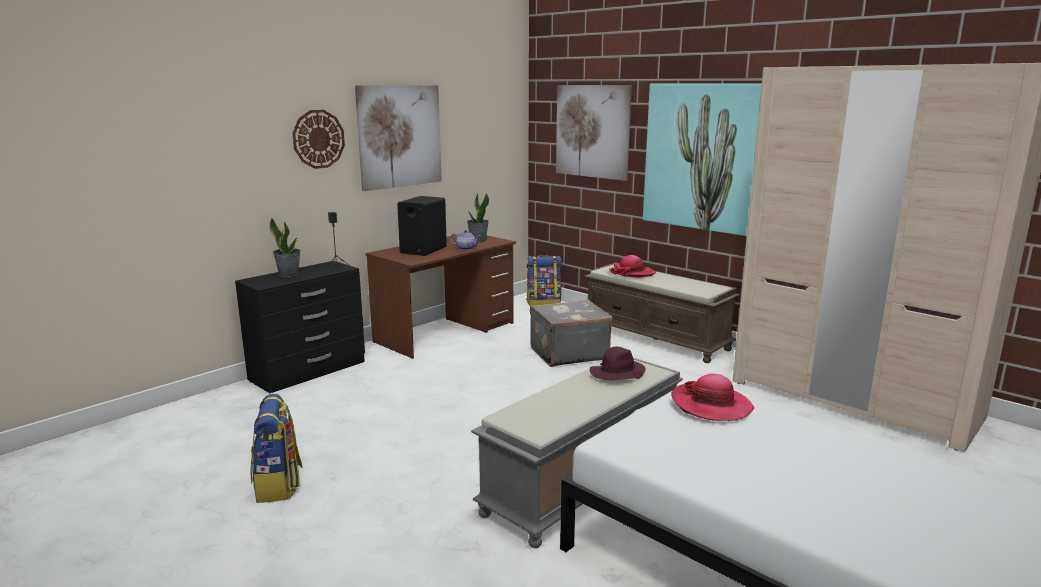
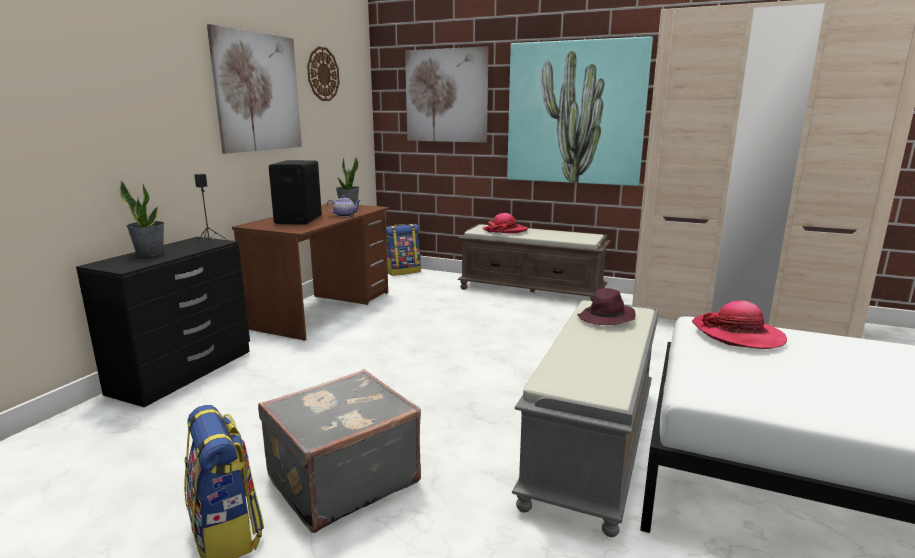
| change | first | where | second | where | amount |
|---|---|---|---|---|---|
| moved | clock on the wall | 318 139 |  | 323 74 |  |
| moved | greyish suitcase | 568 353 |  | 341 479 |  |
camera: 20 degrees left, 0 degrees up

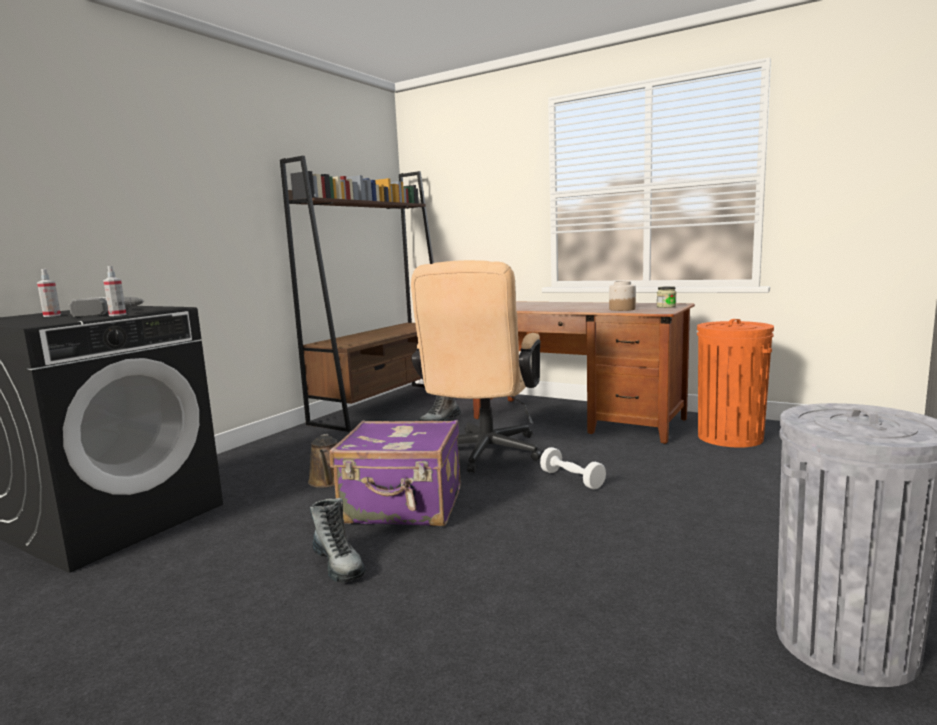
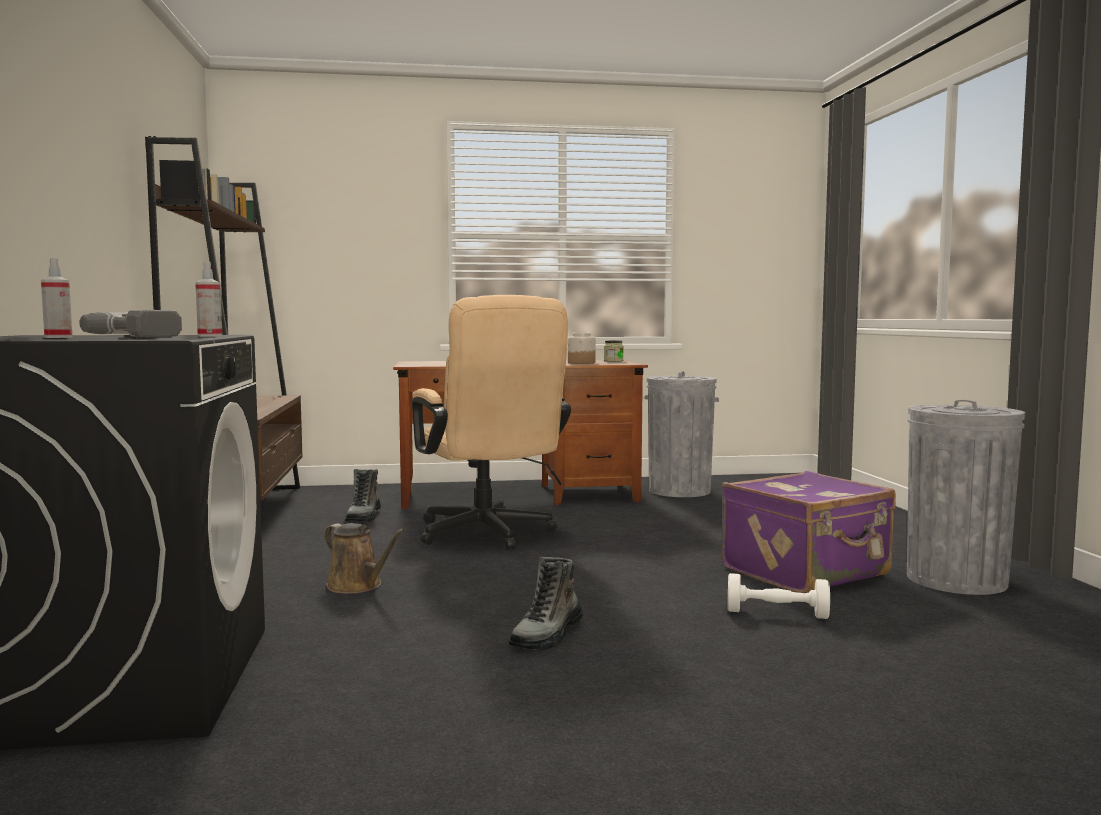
| change | first | where | second | where | amount |
|---|---|---|---|---|---|
| moved | purplish suitcase | 403 507 |  | 807 572 |  |
| moved | whitish free weight | 572 479 |  | 777 614 |  |
| recoloured | orange-coloured waste bin | 729 437 | greyish waste bin | 679 491 |  |
| turned | tall boot | 338 564 |  | 547 635 | 105 degrees clockwise |
camera: 40 degrees left, 5 degrees down

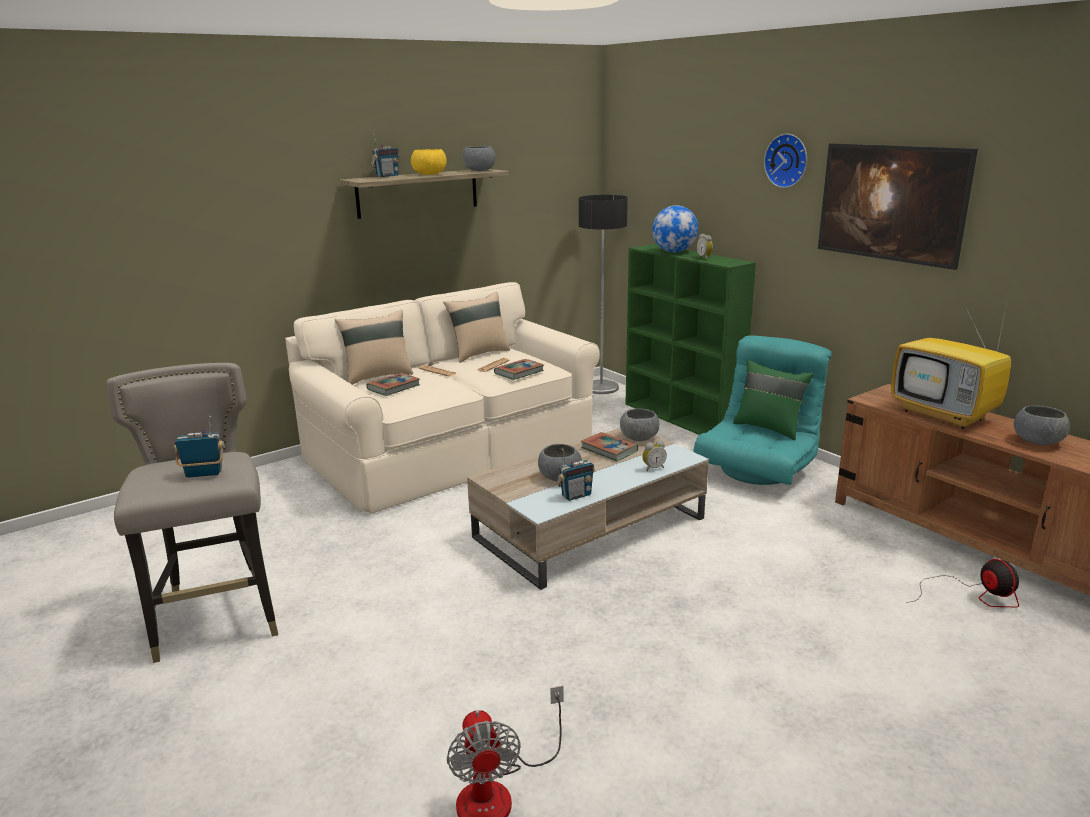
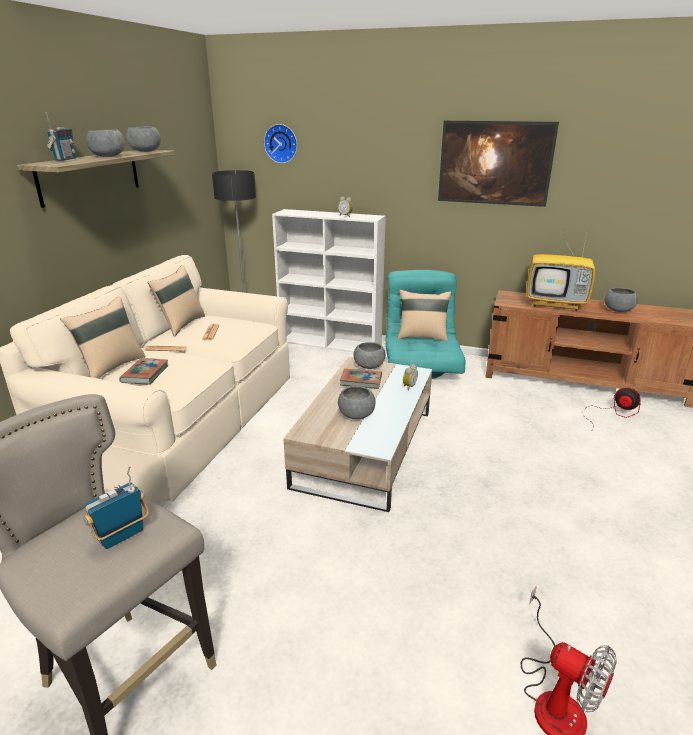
| change | first | where | second | where | amount |
|---|---|---|---|---|---|
| removed | bound book | 519 372 |  |  |  |
| removed | radio receiver | 576 495 |  |  |  |
| removed | desk globe | 674 252 |  |  |  |
| moved | clock on the wall | 788 160 |  | 281 143 |  |
| recoloured | yellow-coloured bowl | 429 174 | greyish bowl | 108 156 |  |
| recoloured | green-coloured shelving unit | 682 418 | whitish shelving unit | 331 343 |  |
| recoloured | green-coloured throw pillow | 769 428 | beige throw pillow | 422 336 |  |
camera: 35 degrees left, 5 degrees up

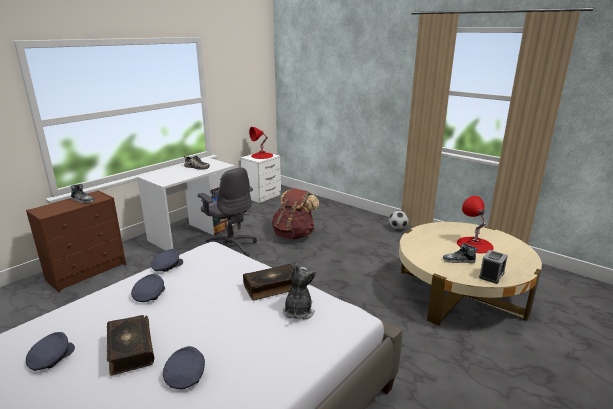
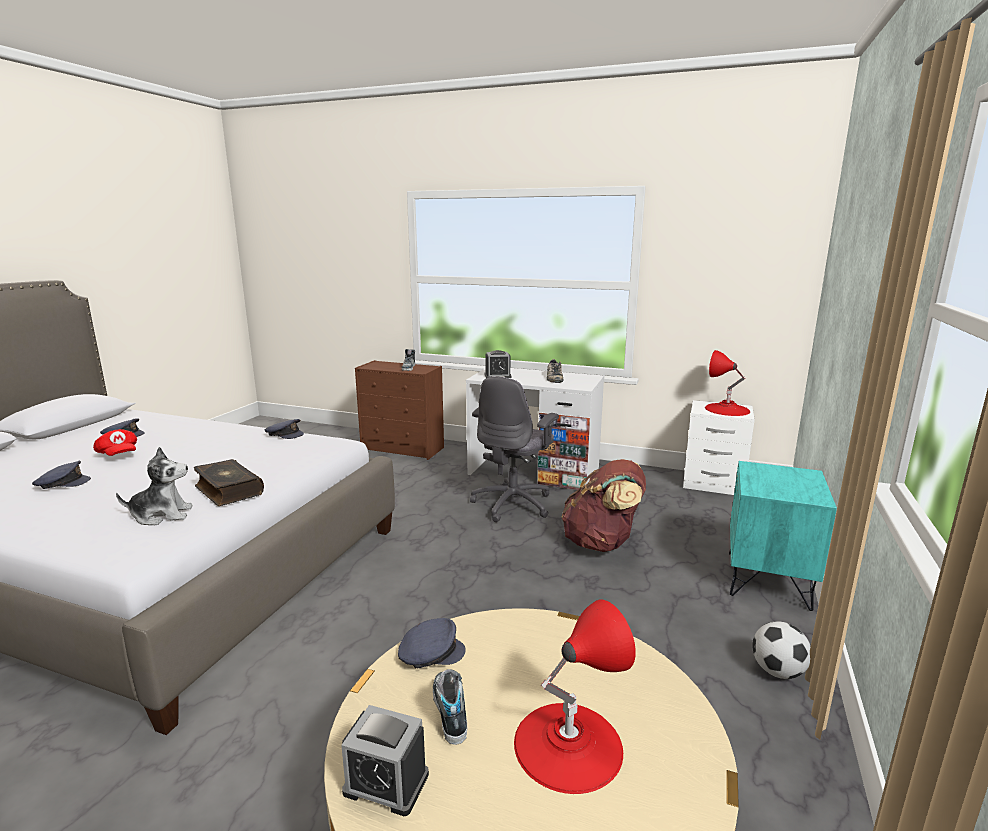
| change | first | where | second | where | amount |
|---|---|---|---|---|---|
| added |  |  | bedside clock | 497 376 |  |
| added |  |  | turquoise night table | 768 580 |  |
| moved | greyish peaked cap | 149 294 |  | 430 653 |  |
| replaced | bound book | 130 350 | reddish peaked cap | 118 455 |  |
camera: 70 degrees right, 5 degrees down

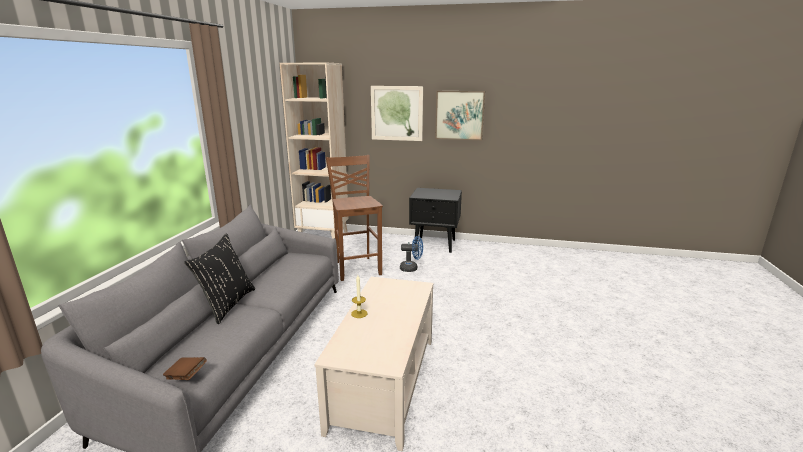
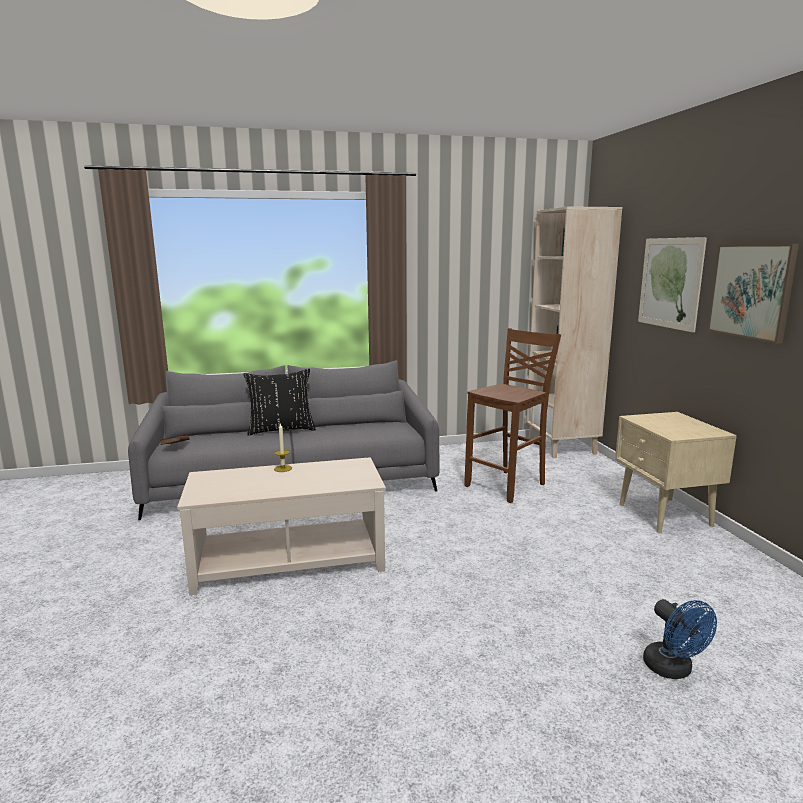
| change | first | where | second | where | amount |
|---|---|---|---|---|---|
| moved | bluish cooling fan | 411 268 |  | 673 670 |  |
| recoloured | black night table | 435 244 | beige night table | 664 515 |  |
camera: 65 degrees right, 5 degrees down

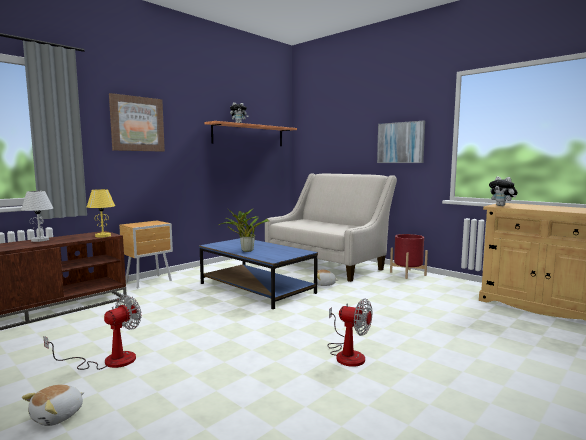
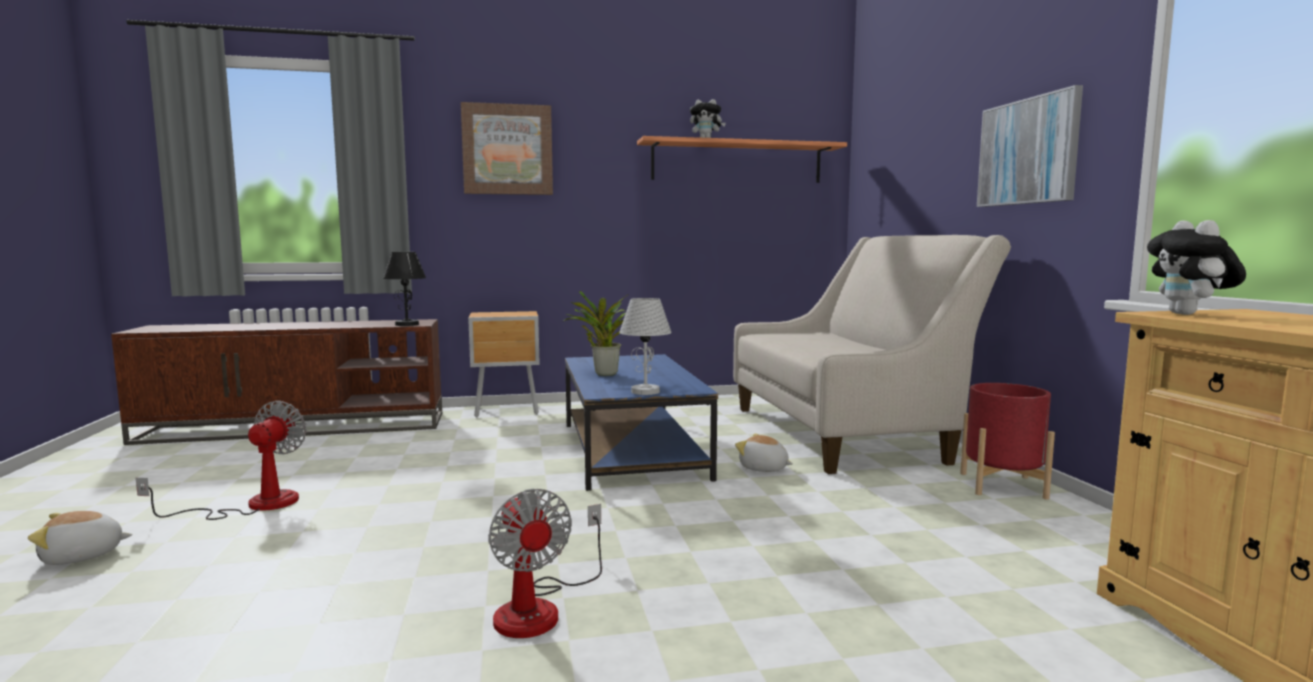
| change | first | where | second | where | amount |
|---|---|---|---|---|---|
| moved | whitish tabletop lamp | 40 240 |  | 645 391 |  |
| recoloured | yellow-coloured tabletop lamp | 102 236 | black tabletop lamp | 406 324 |  |
| turned | cooling fan | 108 361 |  | 253 505 | 60 degrees counterclockwise |
camera: 35 degrees right, 0 degrees up

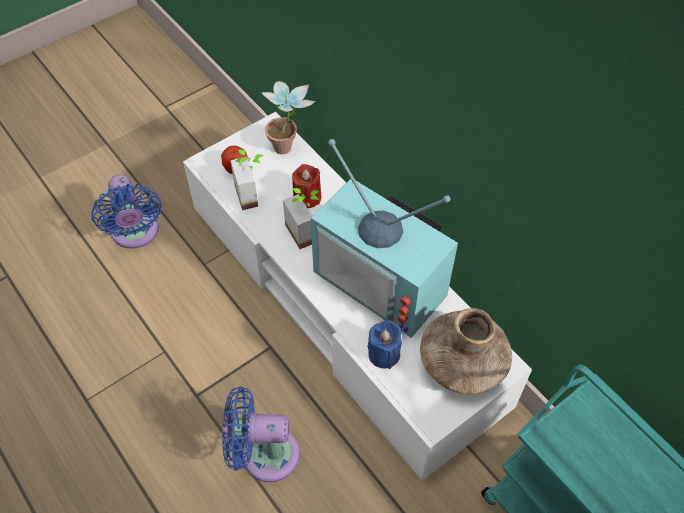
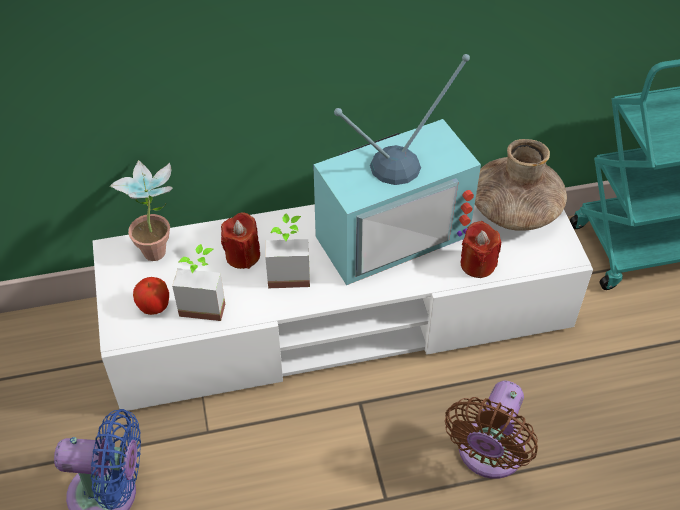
| change | first | where | second | where | amount |
|---|---|---|---|---|---|
| recoloured | bluish cooling fan | 264 454 | brownish cooling fan | 488 455 |  |
| recoloured | bluish candle | 384 354 | reddish candle | 477 264 |  |
camera: 65 degrees left, 5 degrees down

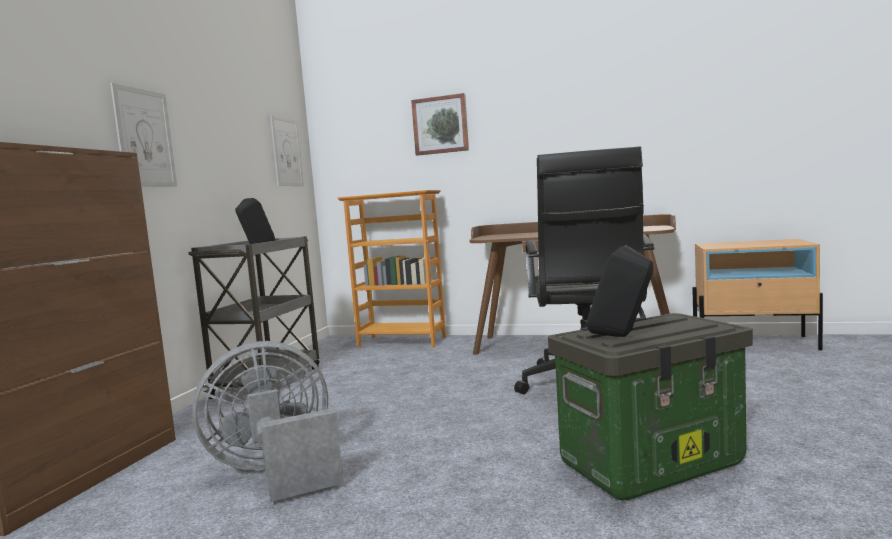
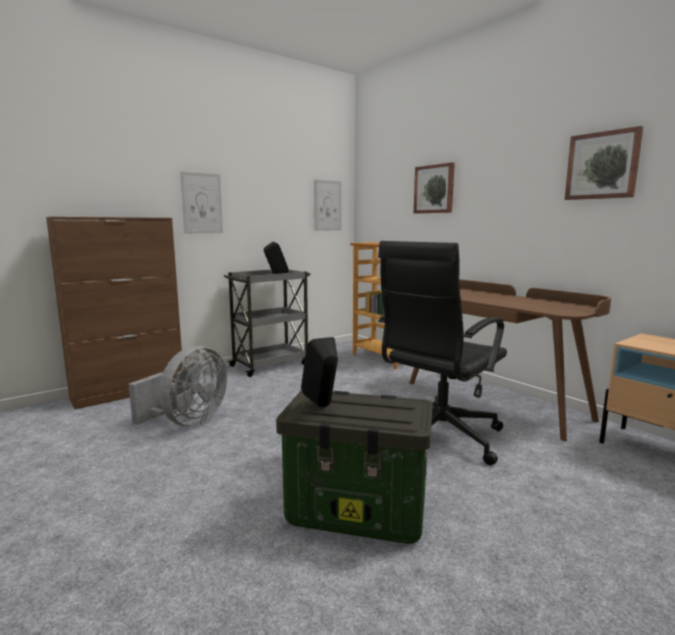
| change | first | where | second | where | amount |
|---|---|---|---|---|---|
| added |  |  | wall art | 602 165 |  |
| turned | greyish cooling fan | 276 472 |  | 187 422 | 105 degrees clockwise |
camera: 35 degrees right, 5 degrees up

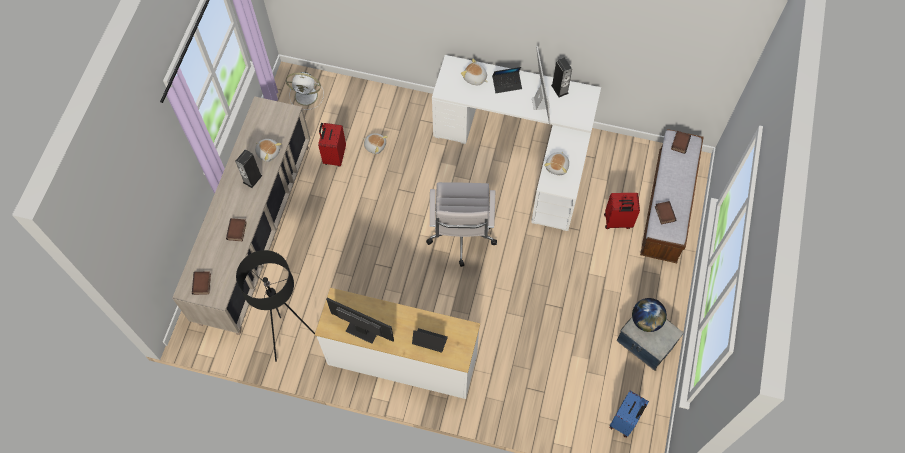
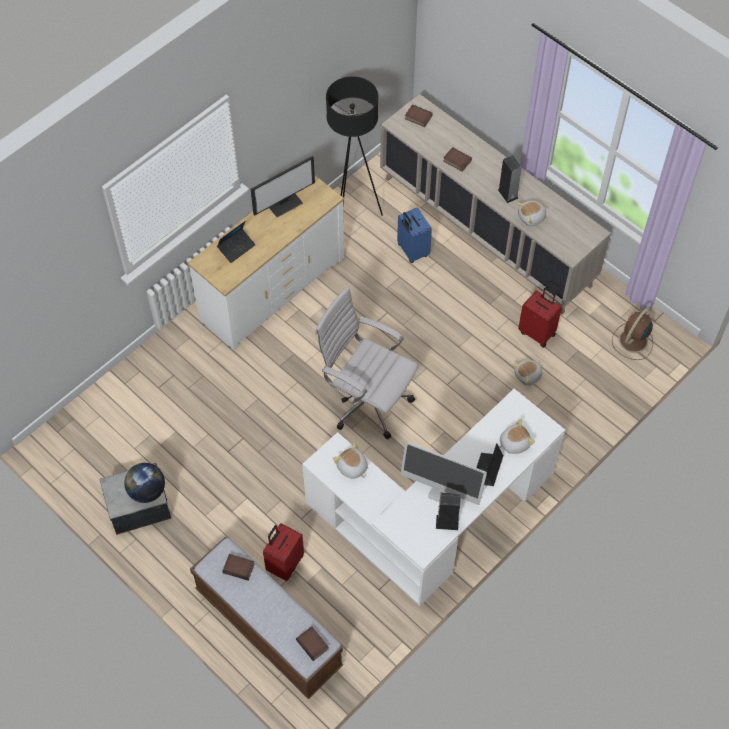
| change | first | where | second | where | amount |
|---|---|---|---|---|---|
| moved | bluish suitcase | 625 421 |  | 412 251 |  |
| recoloured | whitish cooling fan | 307 96 | brownish cooling fan | 632 341 |  |
camera: 120 degrees right, 5 degrees down

